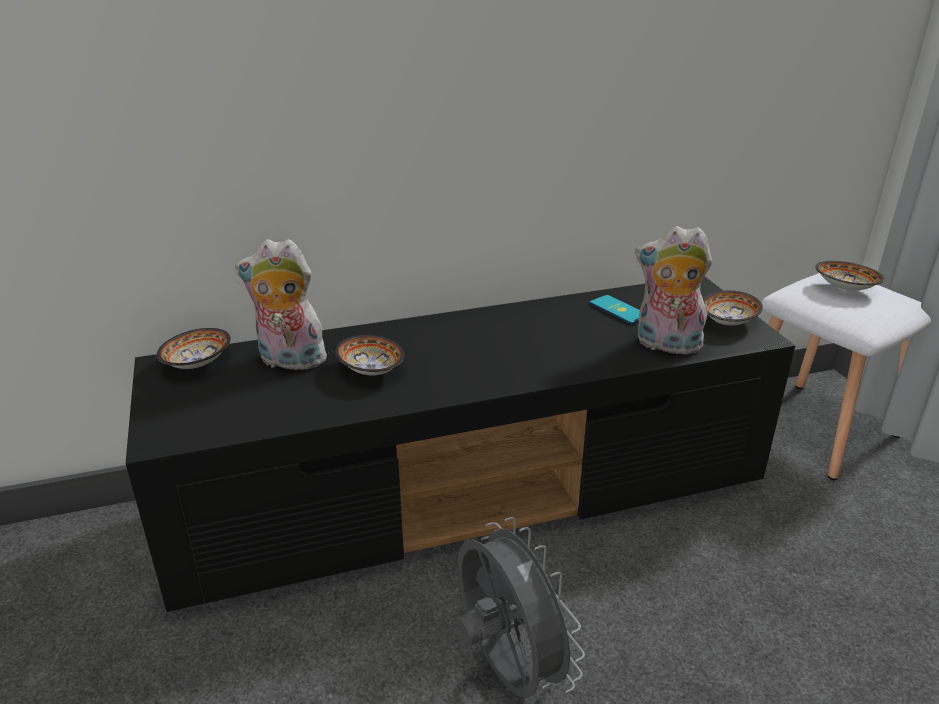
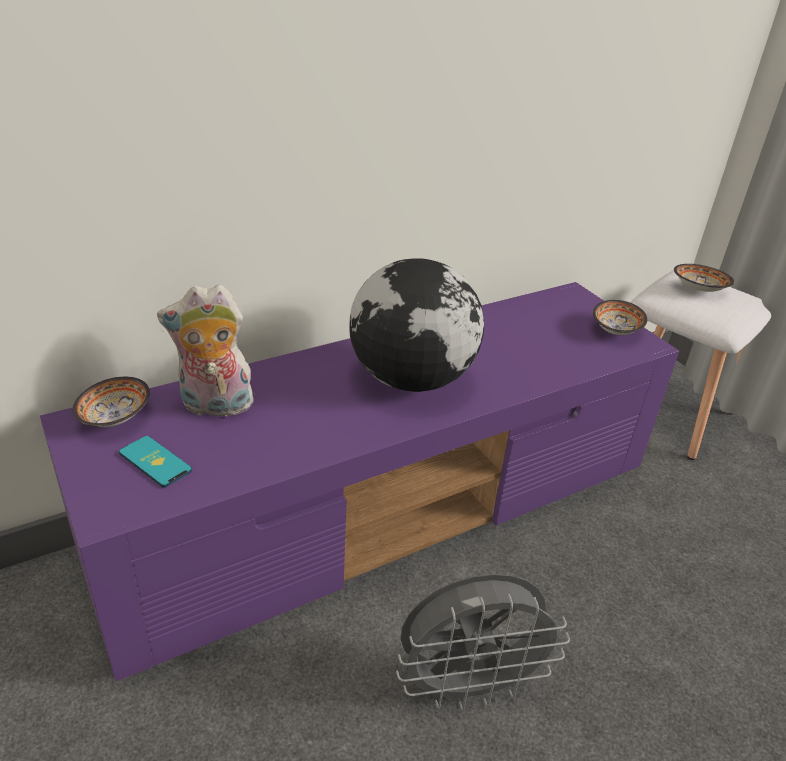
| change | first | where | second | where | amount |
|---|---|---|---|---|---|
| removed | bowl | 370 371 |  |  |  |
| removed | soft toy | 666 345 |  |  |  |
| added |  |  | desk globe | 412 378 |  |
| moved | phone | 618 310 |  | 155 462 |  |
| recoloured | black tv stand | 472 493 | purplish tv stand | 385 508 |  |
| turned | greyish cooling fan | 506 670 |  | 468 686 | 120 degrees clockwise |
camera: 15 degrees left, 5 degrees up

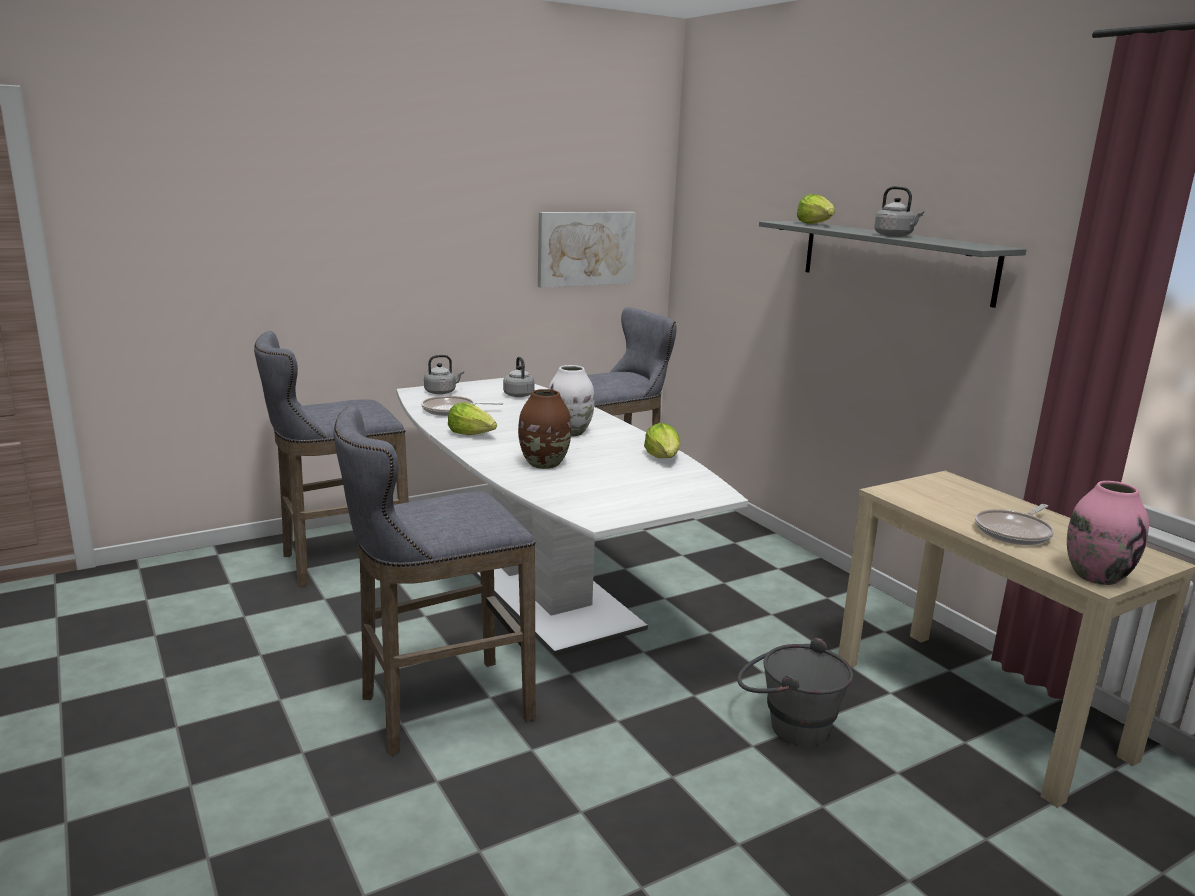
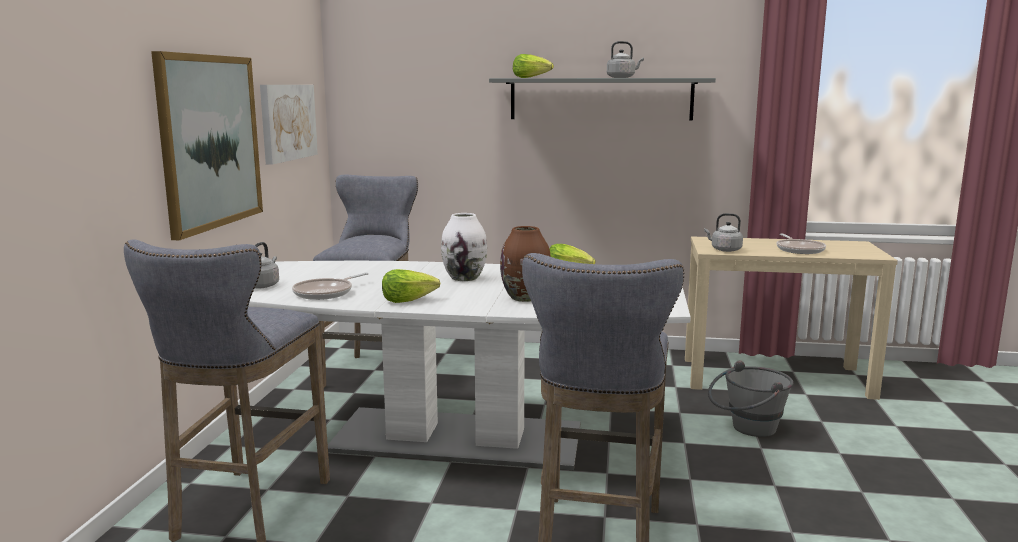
| change | first | where | second | where | amount |
|---|---|---|---|---|---|
| removed | pink-coloured flower vase | 1096 576 |  |  |  |
| added |  |  | wall art | 210 141 |  |
| moved | greyish tea kettle | 518 394 |  | 724 250 |  |
camera: 50 degrees left, 5 degrees down

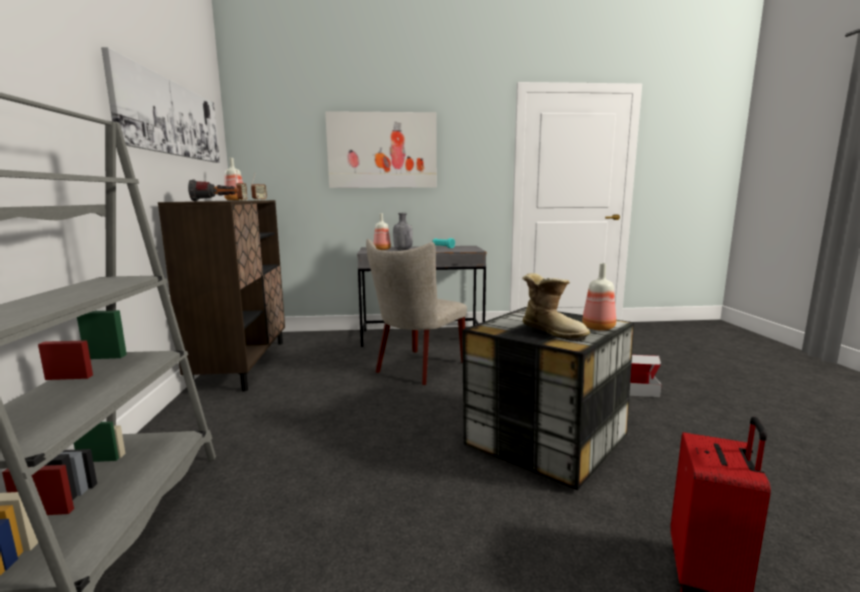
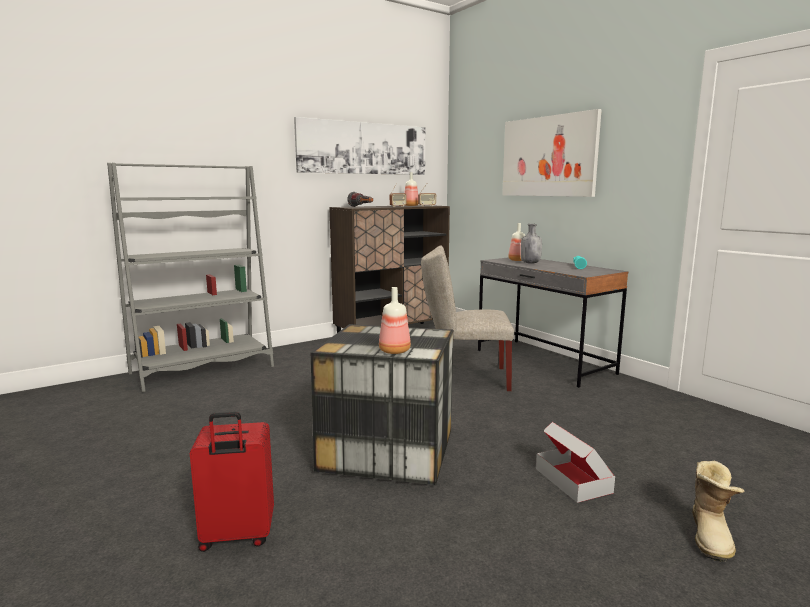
| change | first | where | second | where | amount |
|---|---|---|---|---|---|
| moved | tall boot | 553 331 |  | 712 535 |  |
camera: 60 degrees right, 0 degrees up

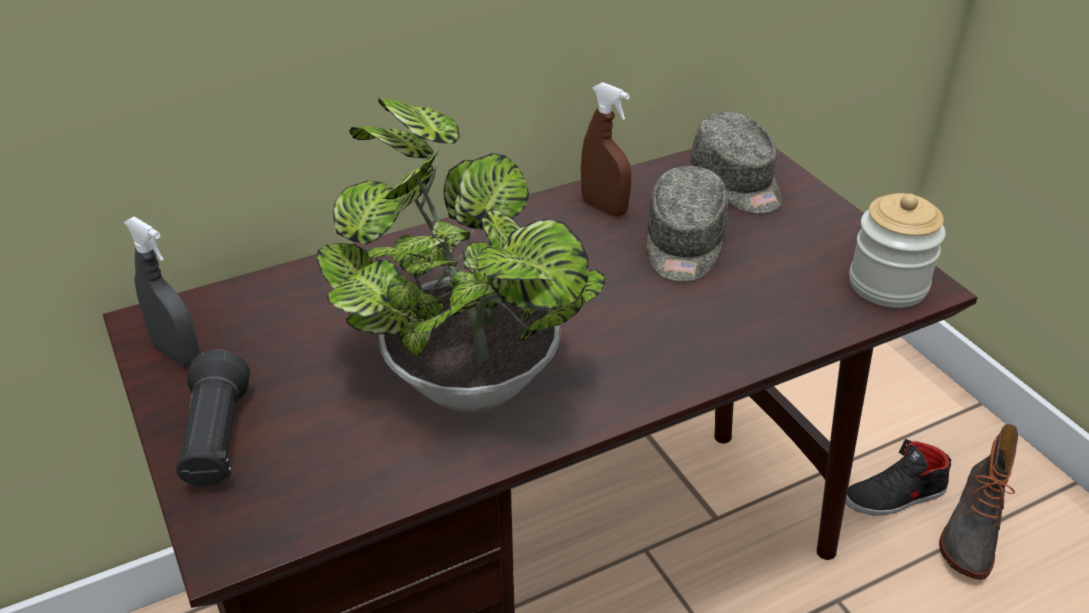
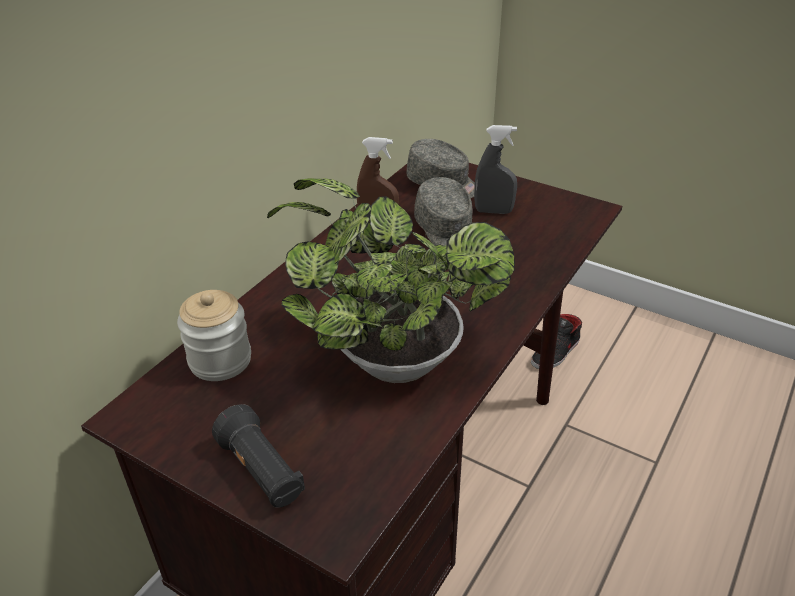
| change | first | where | second | where | amount |
|---|---|---|---|---|---|
| removed | tall boot | 970 530 |  |  |  |
| moved | greyish spray bottle | 178 354 |  | 493 211 |  |
| moved | jar | 887 285 |  | 220 360 |  |
camera: 30 degrees left, 0 degrees up

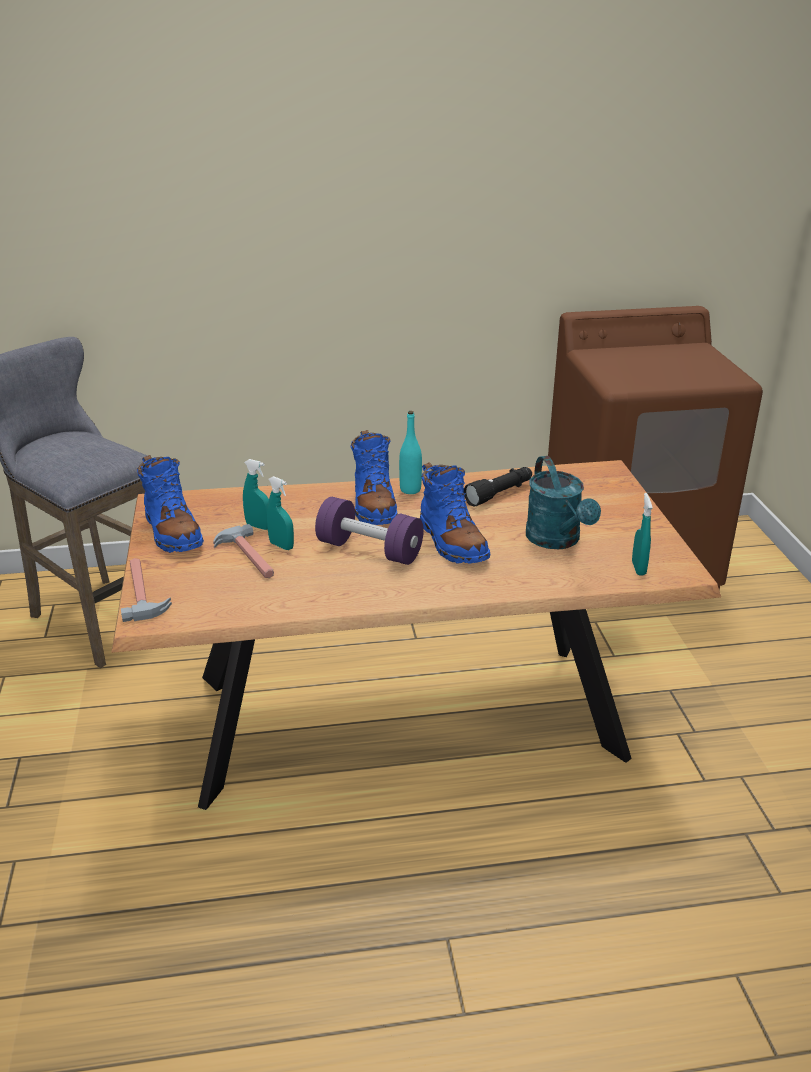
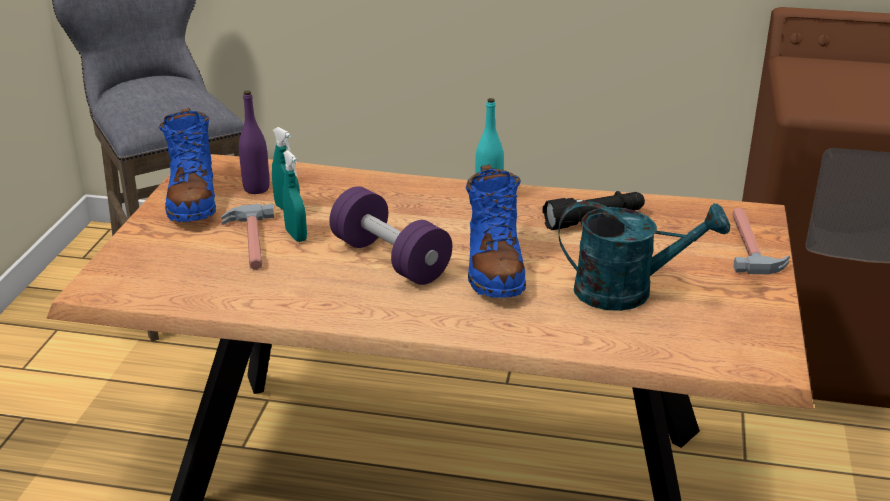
| change | first | where | second | where | amount |
|---|---|---|---|---|---|
| removed | bluish tall boot | 374 506 |  |  |  |
| removed | turquoise spray bottle | 638 568 |  |  |  |
| added |  |  | purplish bottle | 256 189 |  |
| moved | hand hammer | 143 591 |  | 752 245 |  |
| turned | turquoise watering can | 557 541 |  | 627 291 | 90 degrees counterclockwise |
camera: 20 degrees right, 0 degrees up

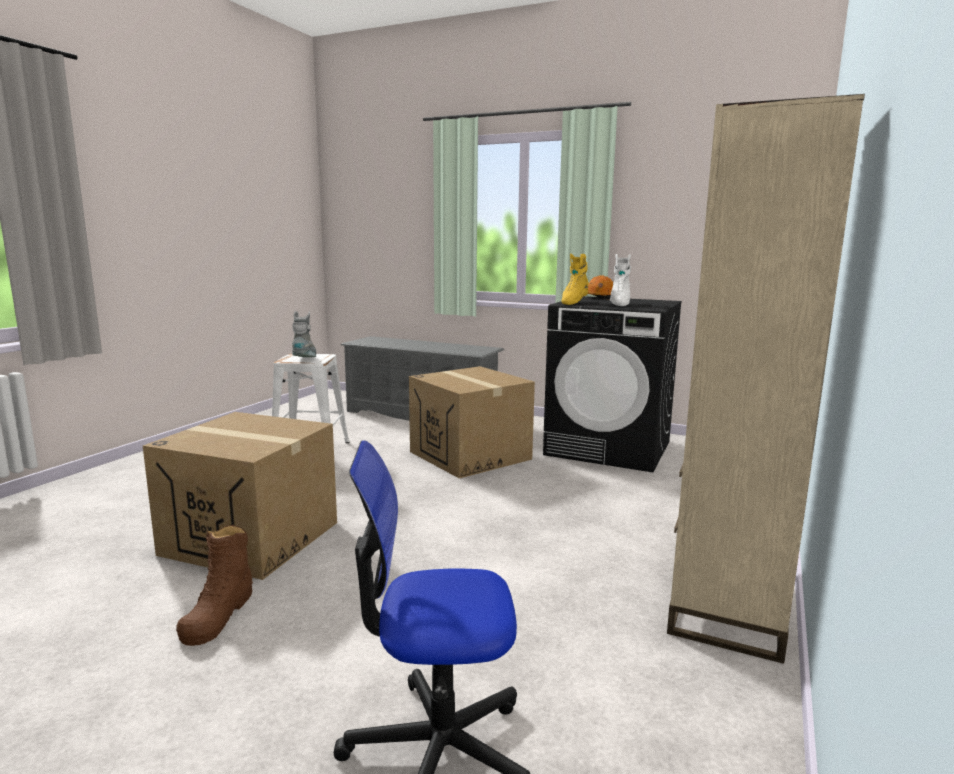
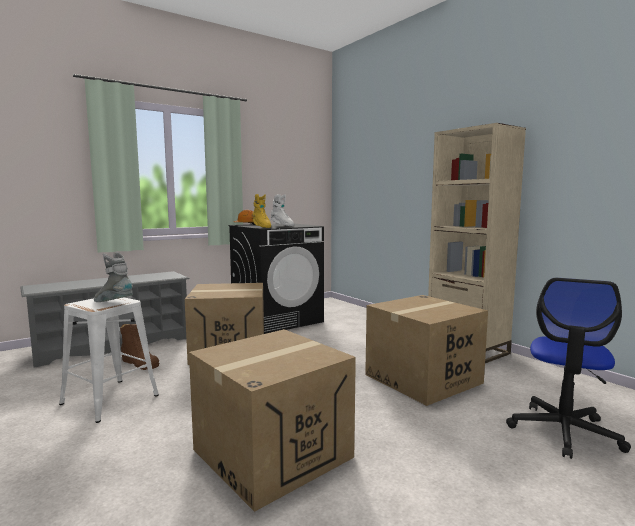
| change | first | where | second | where | amount |
|---|---|---|---|---|---|
| added |  |  | carton | 423 379 |  |
| moved | brownish tall boot | 218 614 |  | 140 363 |  |
camera: 60 degrees left, 5 degrees down

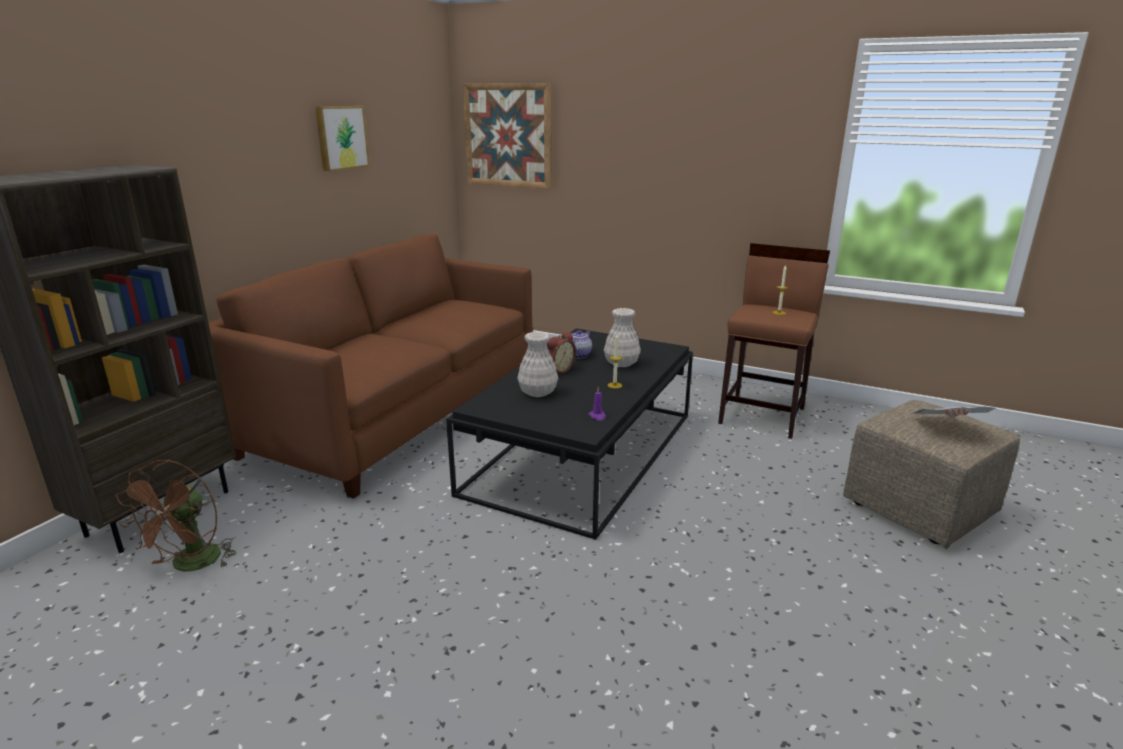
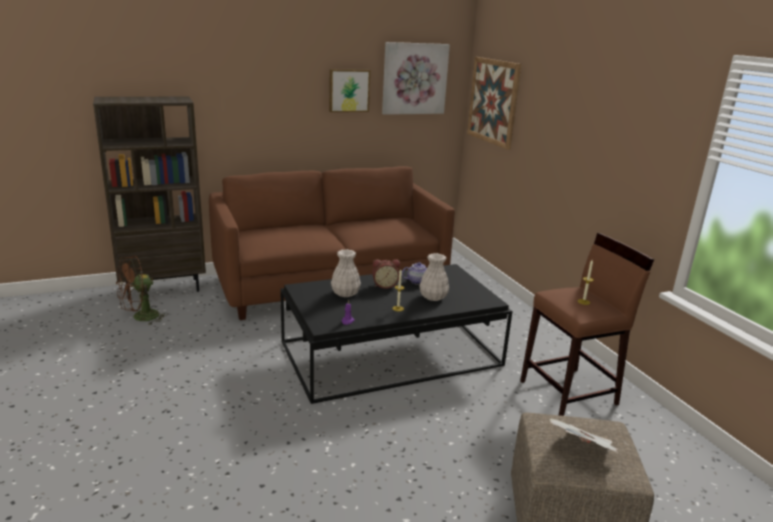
| change | first | where | second | where | amount |
|---|---|---|---|---|---|
| added |  |  | wall art | 414 78 |  |
camera: 40 degrees right, 0 degrees up

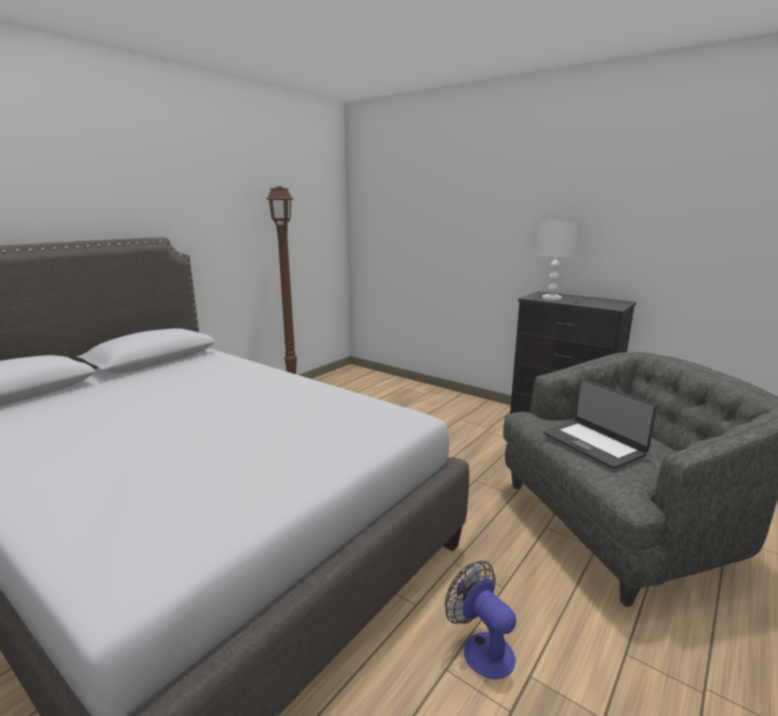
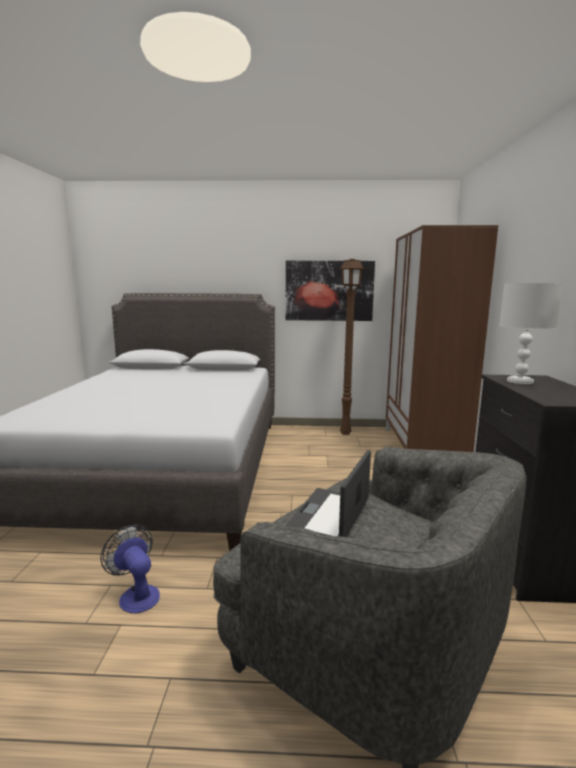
| change | first | where | second | where | amount |
|---|---|---|---|---|---|
| added |  |  | wall art | 329 291 |  |
| added |  |  | brownish wardrobe | 423 447 |  |
| turned | cooling fan | 481 648 |  | 136 594 | 60 degrees counterclockwise |
camera: 55 degrees right, 5 degrees down

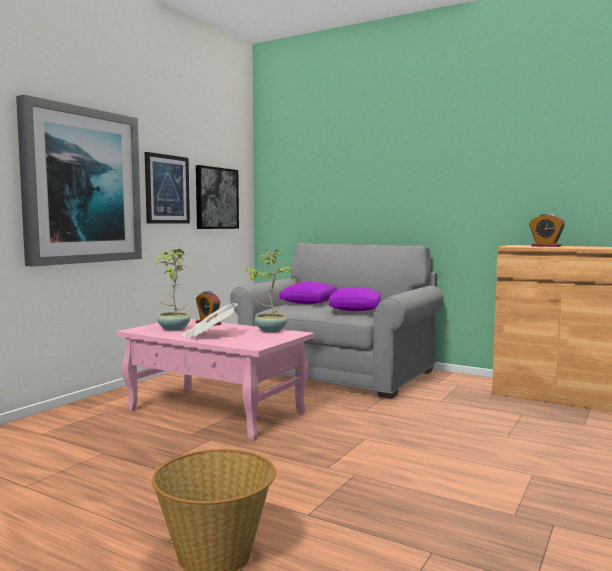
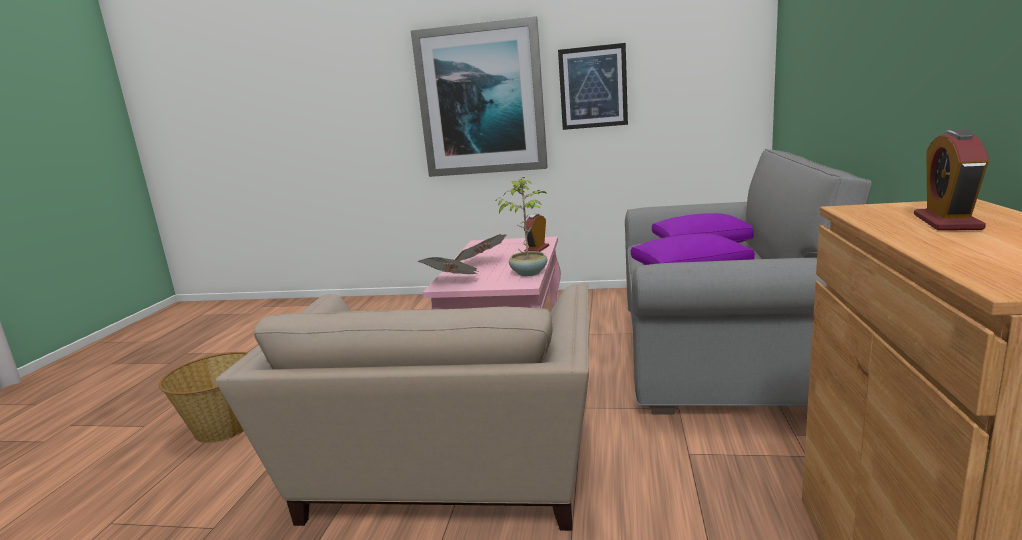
| change | first | where | second | where | amount |
|---|---|---|---|---|---|
| removed | potted plant | 173 329 |  |  |  |
| removed | wall art | 216 198 |  |  |  |
| added |  |  | beige armchair | 446 474 |  |
| added |  |  | printed paper | 453 282 |  |
camera: 70 degrees right, 10 degrees up

